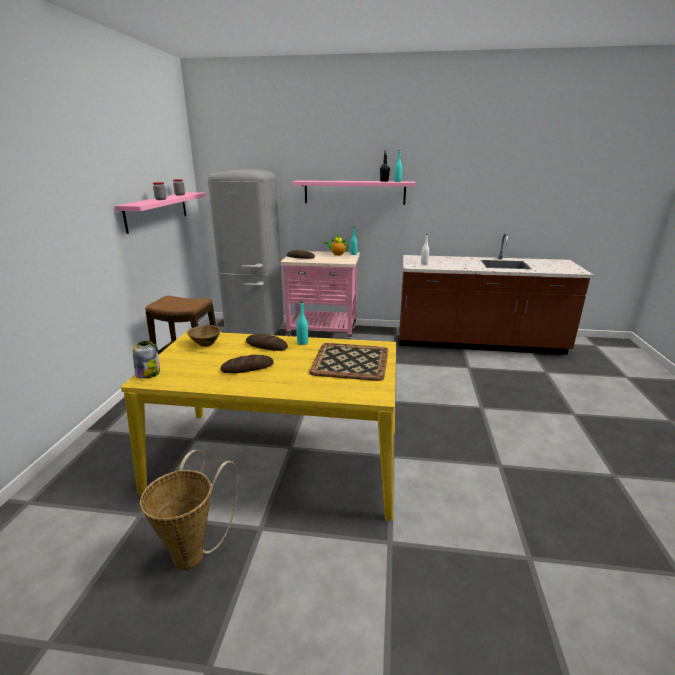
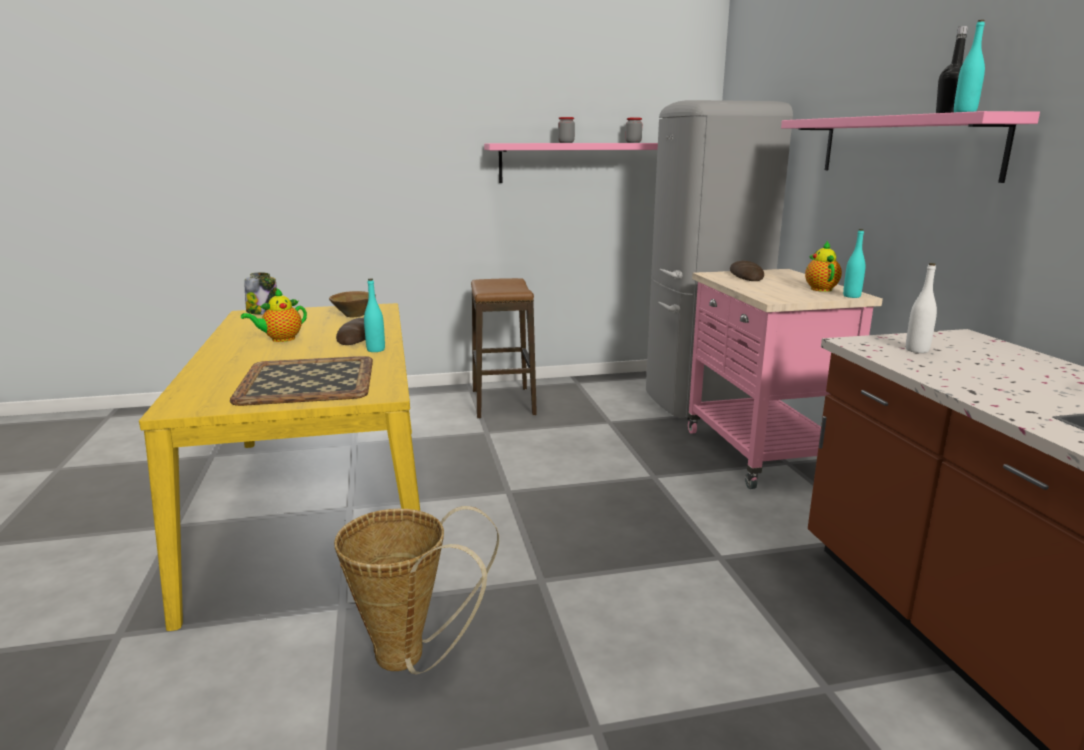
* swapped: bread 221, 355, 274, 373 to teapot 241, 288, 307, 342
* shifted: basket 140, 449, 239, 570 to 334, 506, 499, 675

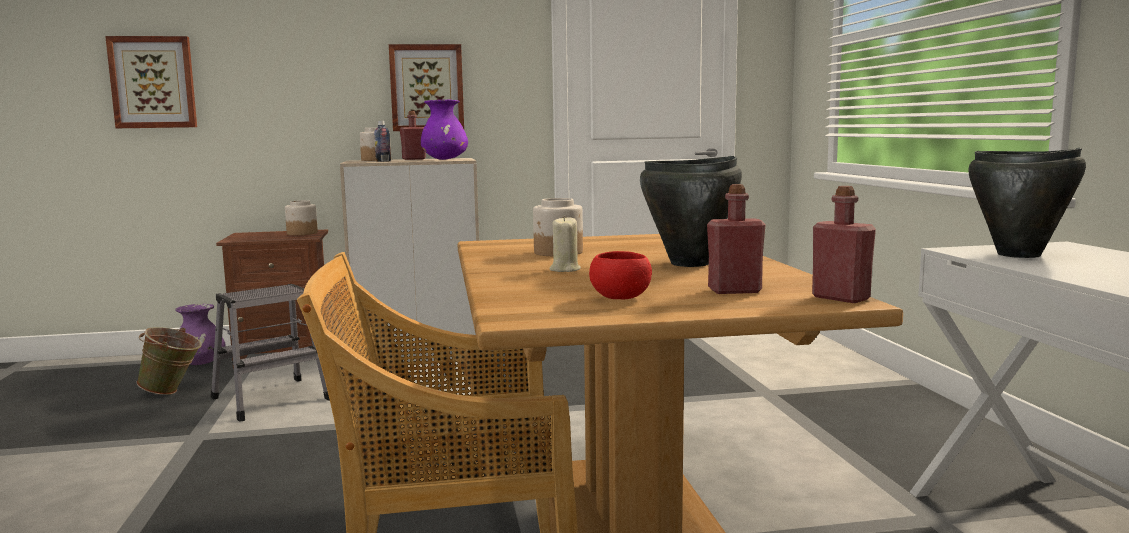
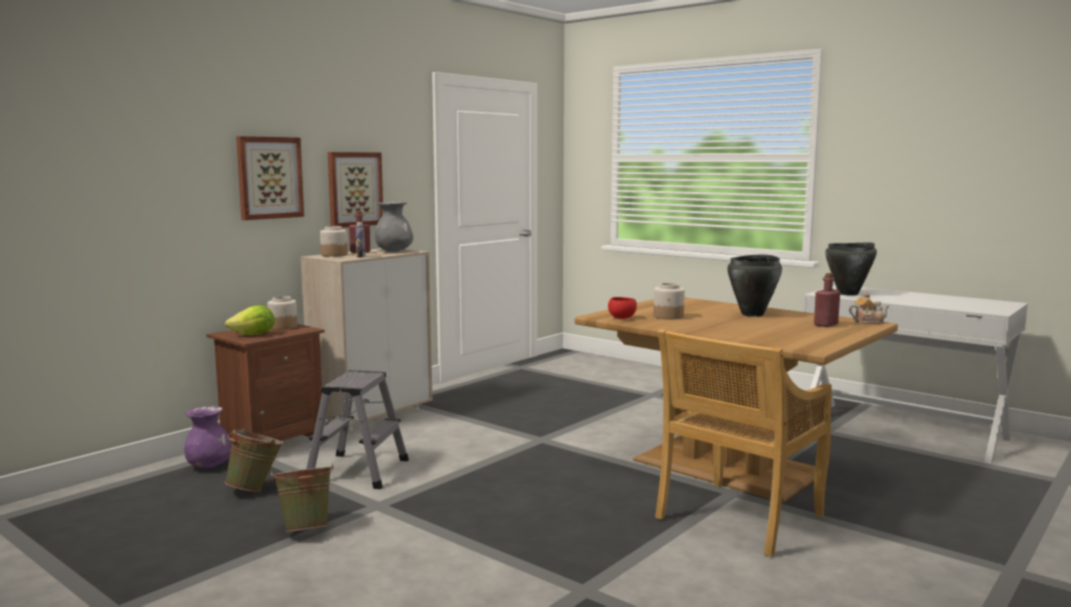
* new: head of lettuce 225, 305, 275, 335
* shifted: wall art 105, 36, 197, 128 to 236, 136, 304, 220
* new: greenish bucket 271, 463, 334, 532
* repainted: purple flower vase 421, 100, 468, 160 to greyish flower vase 375, 202, 413, 252
* shifted: red serving bowl 589, 251, 652, 300 to 608, 297, 637, 319
* swapped: red drink bottle 812, 186, 876, 303 to teapot 849, 292, 890, 324
* gone: beige candle 549, 216, 581, 272

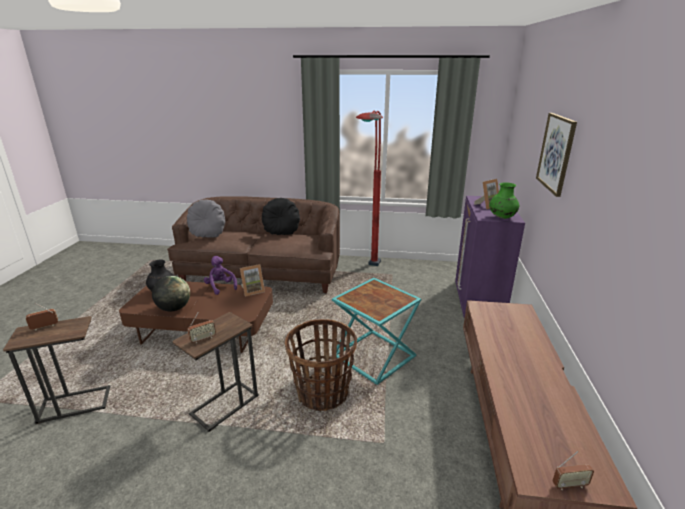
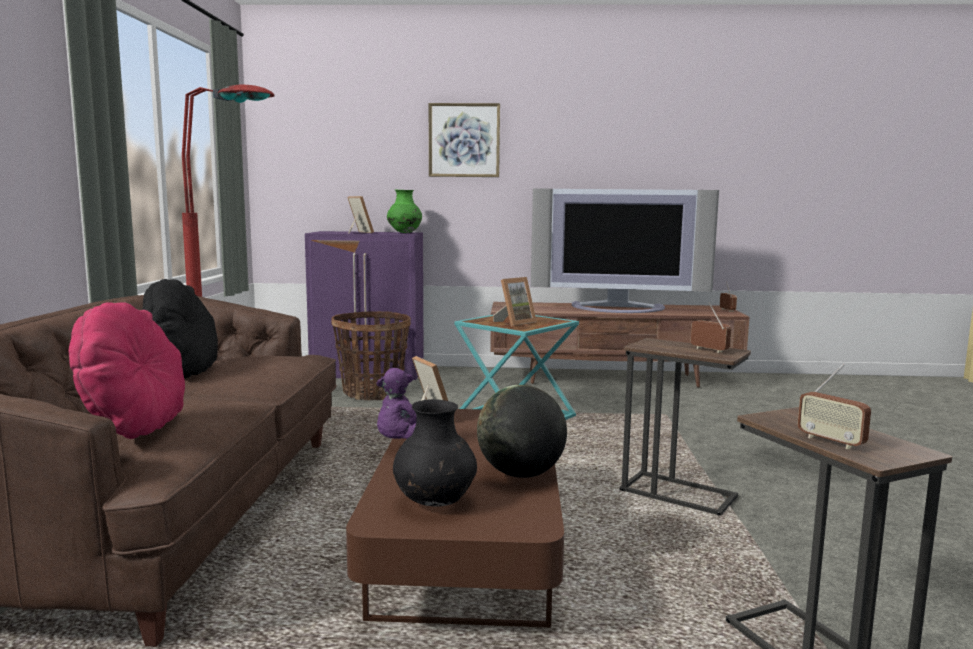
* repainted: greyish pillow 187, 199, 225, 238 to pink-coloured pillow 69, 302, 185, 439
* shifted: basket 285, 319, 357, 411 to 331, 311, 411, 400
* new: photo frame 493, 277, 537, 326
* new: TV set 531, 189, 719, 313

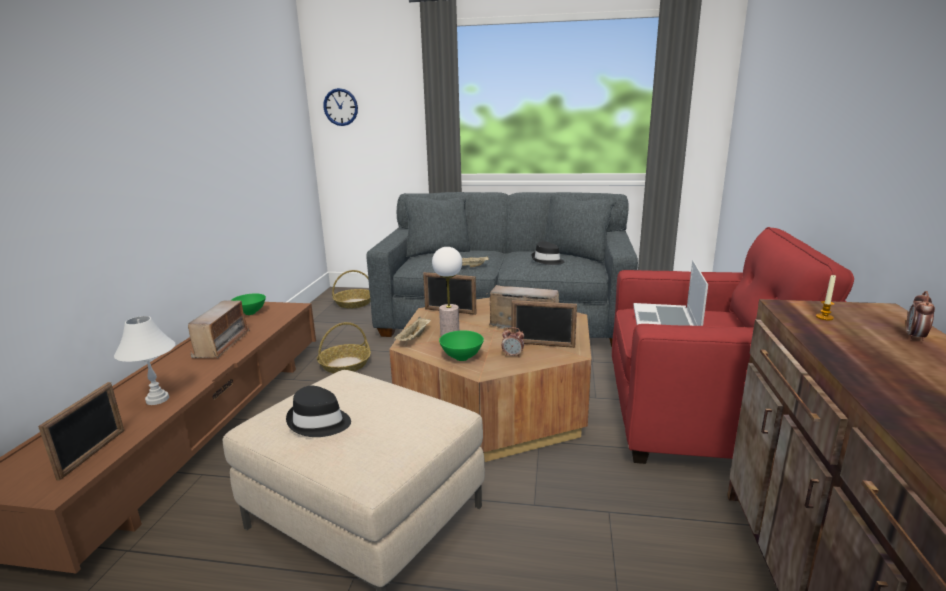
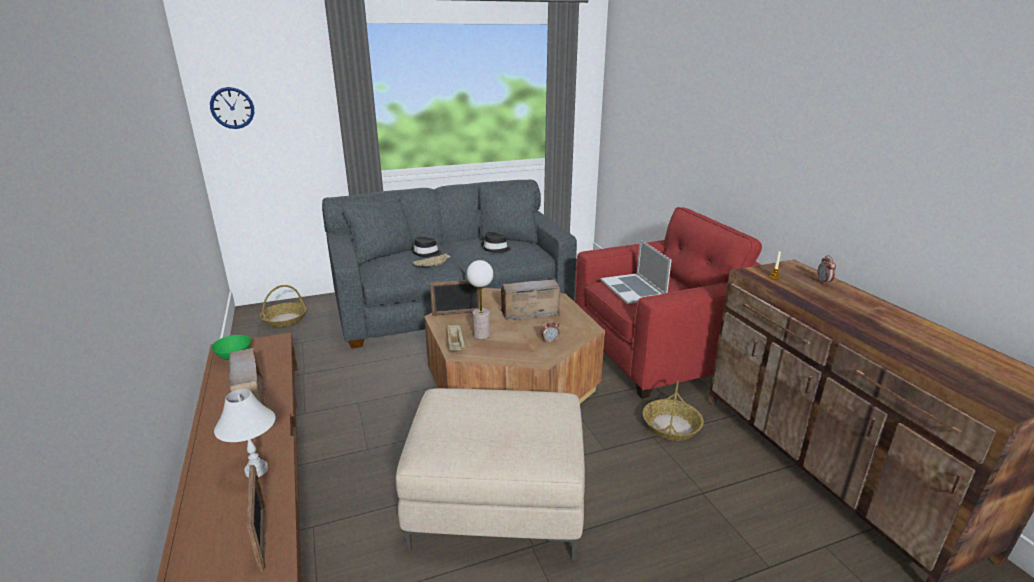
* shifted: blackish hat 286, 386, 351, 437 to 411, 237, 442, 257
* shifted: basket 317, 322, 371, 373 to 643, 380, 704, 441
* gone: greenish serving bowl 439, 331, 484, 361
* gone: photo frame 512, 300, 577, 348

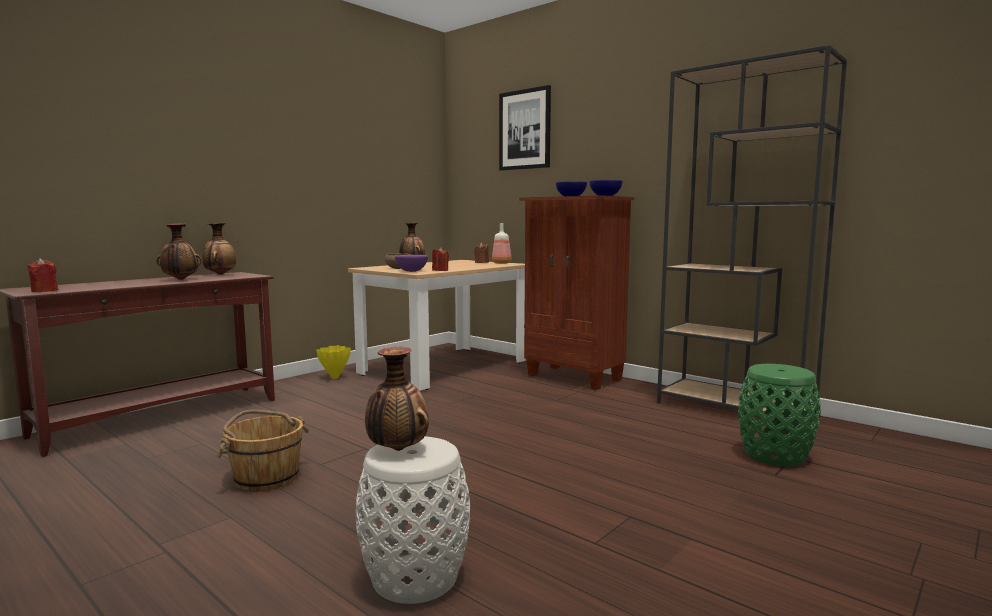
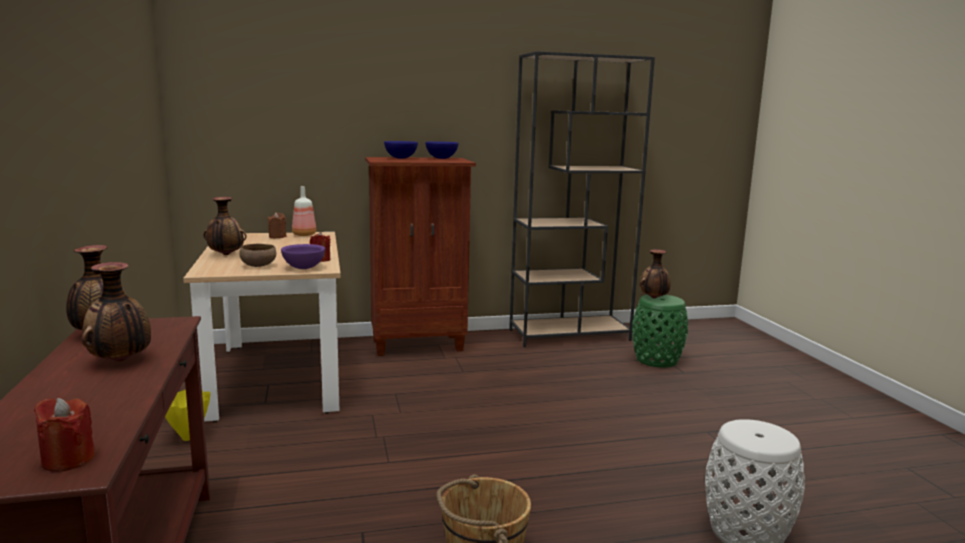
* shifted: flower vase 365, 347, 429, 451 to 640, 249, 671, 299
* gone: wall art 499, 85, 551, 171

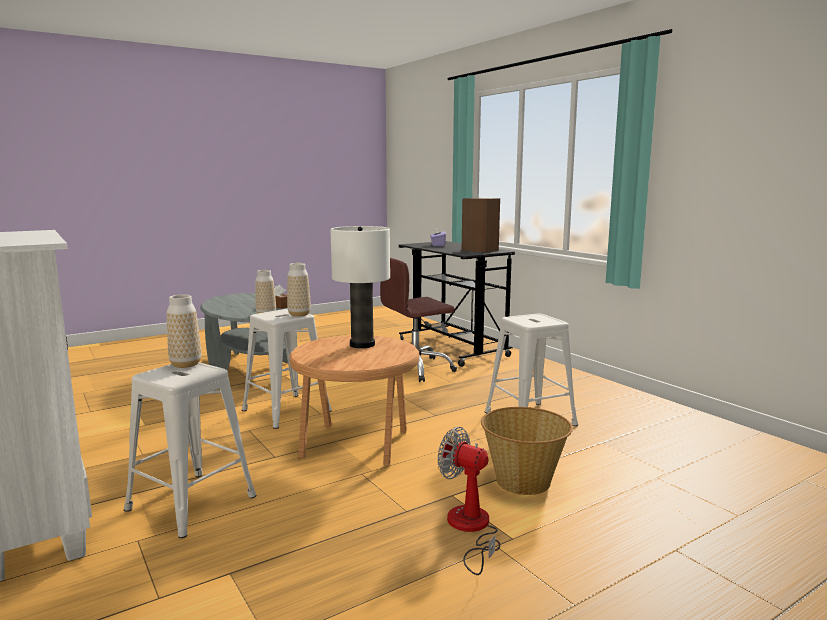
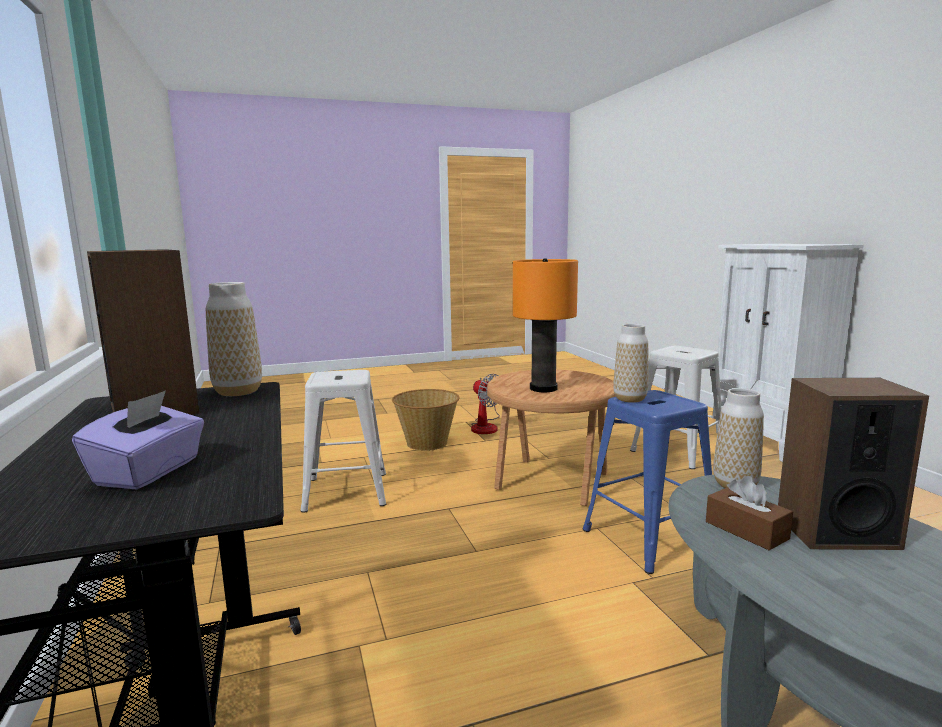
* shifted: flower vase 167, 294, 202, 368 to 206, 282, 262, 396
* repainted: whitish lamp for a table 330, 226, 390, 348 to orange-coloured lamp for a table 513, 258, 578, 392
* repainted: whitish stool 242, 309, 332, 429 to blue stool 583, 390, 712, 574
* new: speaker 778, 378, 929, 550
* gone: brownish desk chair 380, 257, 457, 382

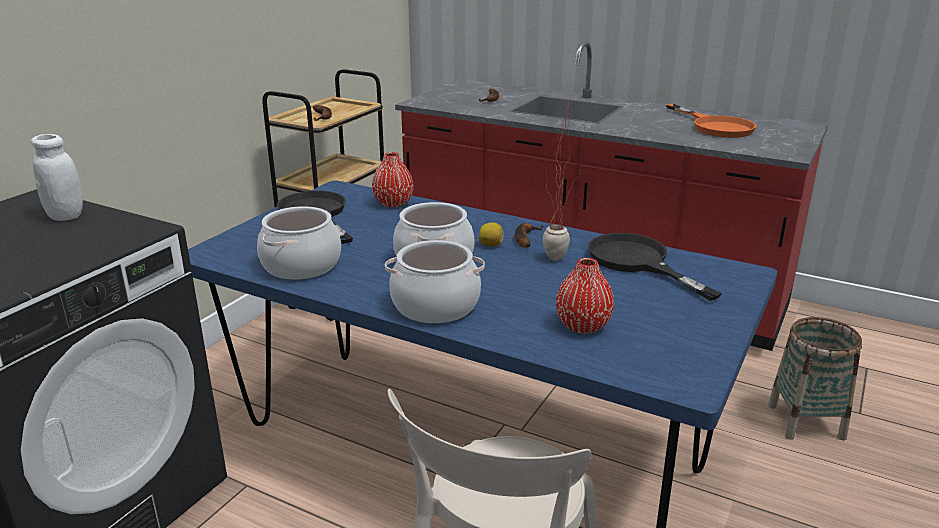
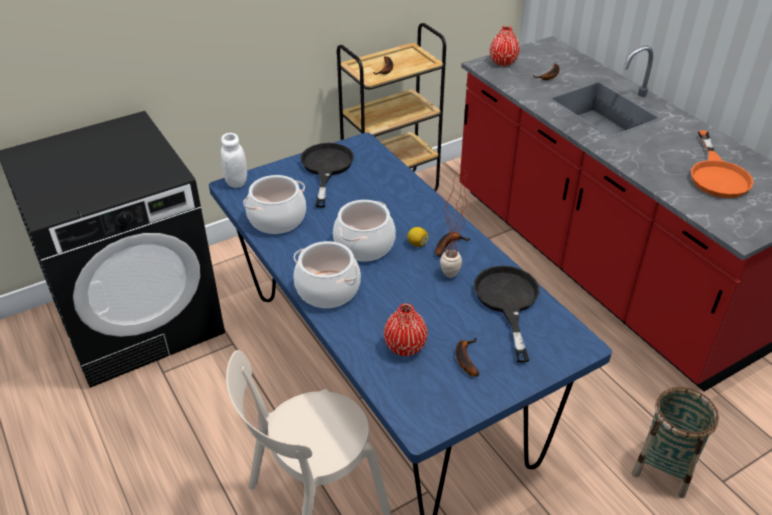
* shifted: whitish storage jar 31, 134, 83, 221 to 221, 133, 247, 188
* new: whole banana 456, 338, 480, 377
* shifted: red flower vase 372, 152, 414, 207 to 490, 26, 520, 66

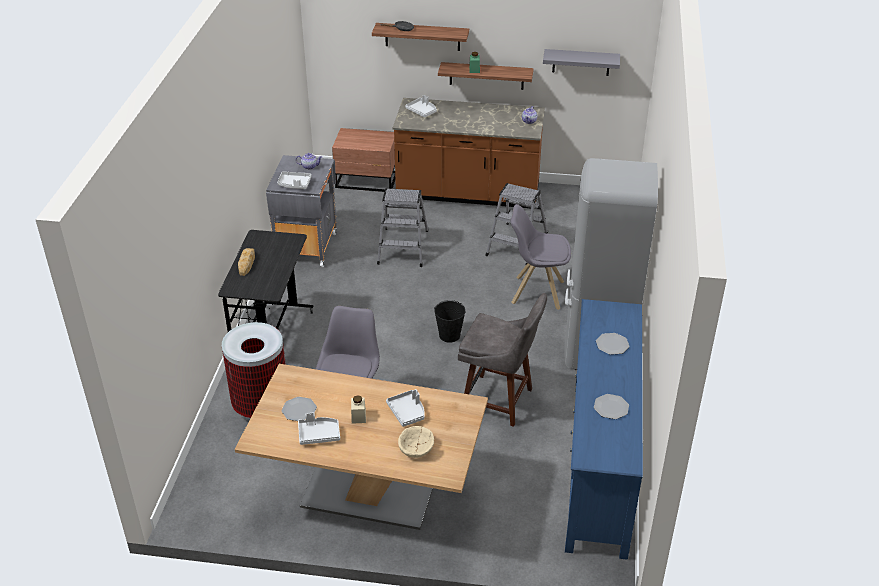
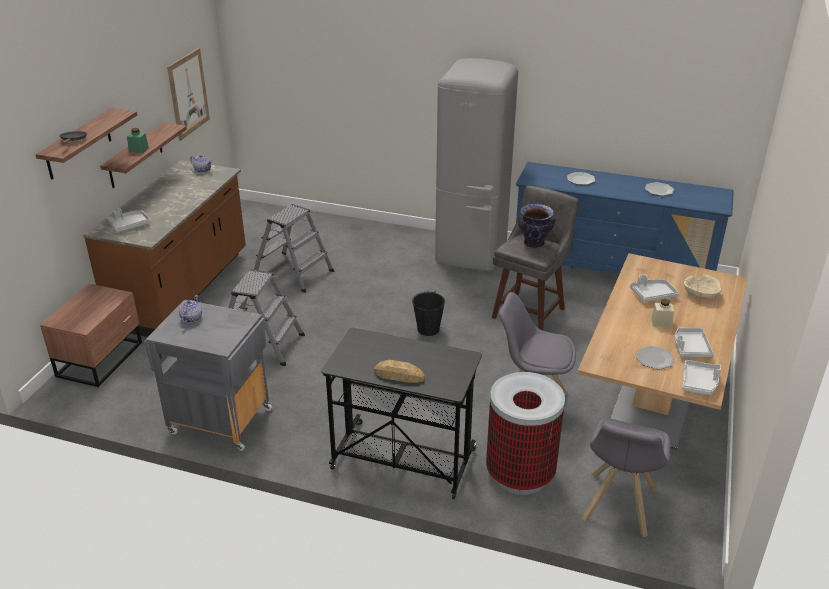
* swapped: greyish bracket shelf 543, 49, 620, 76 to wall art 167, 48, 210, 141
* new: flower vase 517, 204, 556, 248
* shifted: greyish chair 511, 204, 571, 310 to 582, 418, 671, 537
* shifted: greyish tray 277, 171, 312, 189 to 682, 360, 721, 395

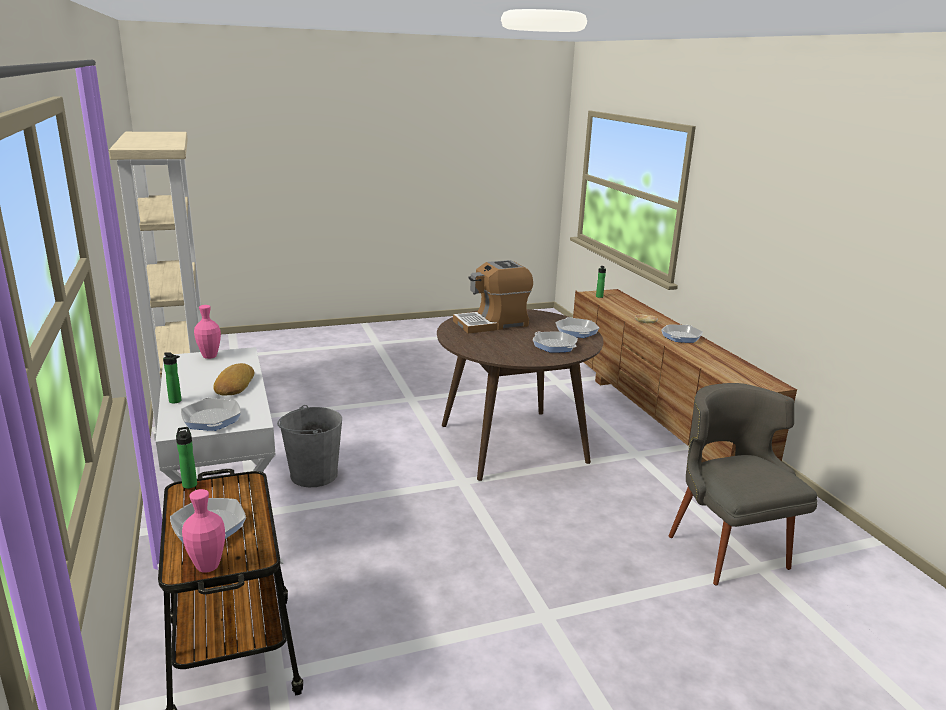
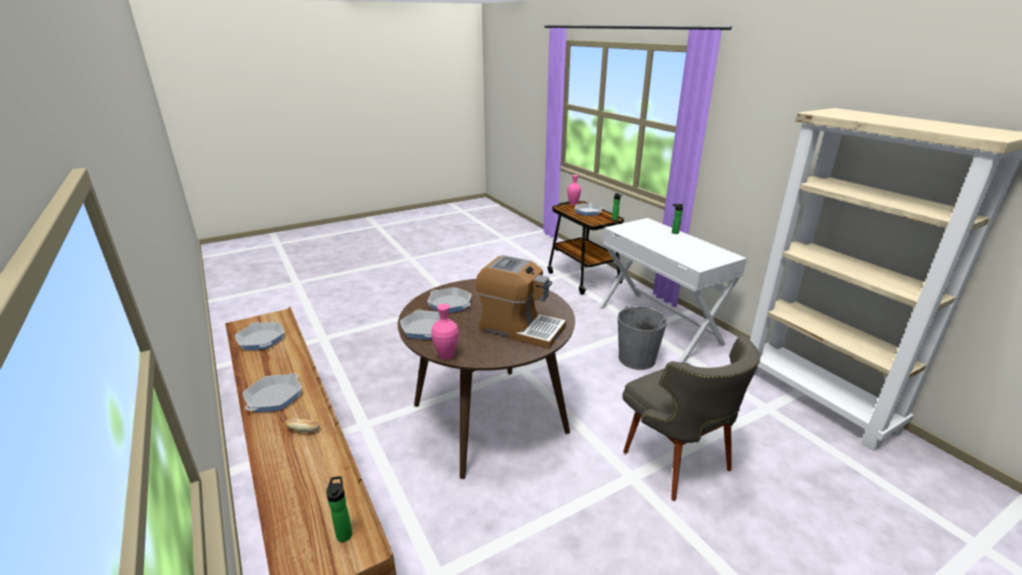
* shifted: pan 181, 397, 241, 431 to 235, 322, 285, 350
* shifted: pink-coloured flower vase 194, 305, 221, 359 to 431, 304, 459, 360
* rotated: coffee maker 453, 260, 533, 334 = 475, 255, 566, 349 60 degrees clockwise
* shifted: greyish chair 669, 383, 817, 586 to 622, 335, 760, 501
* gone: bread 213, 363, 254, 396

